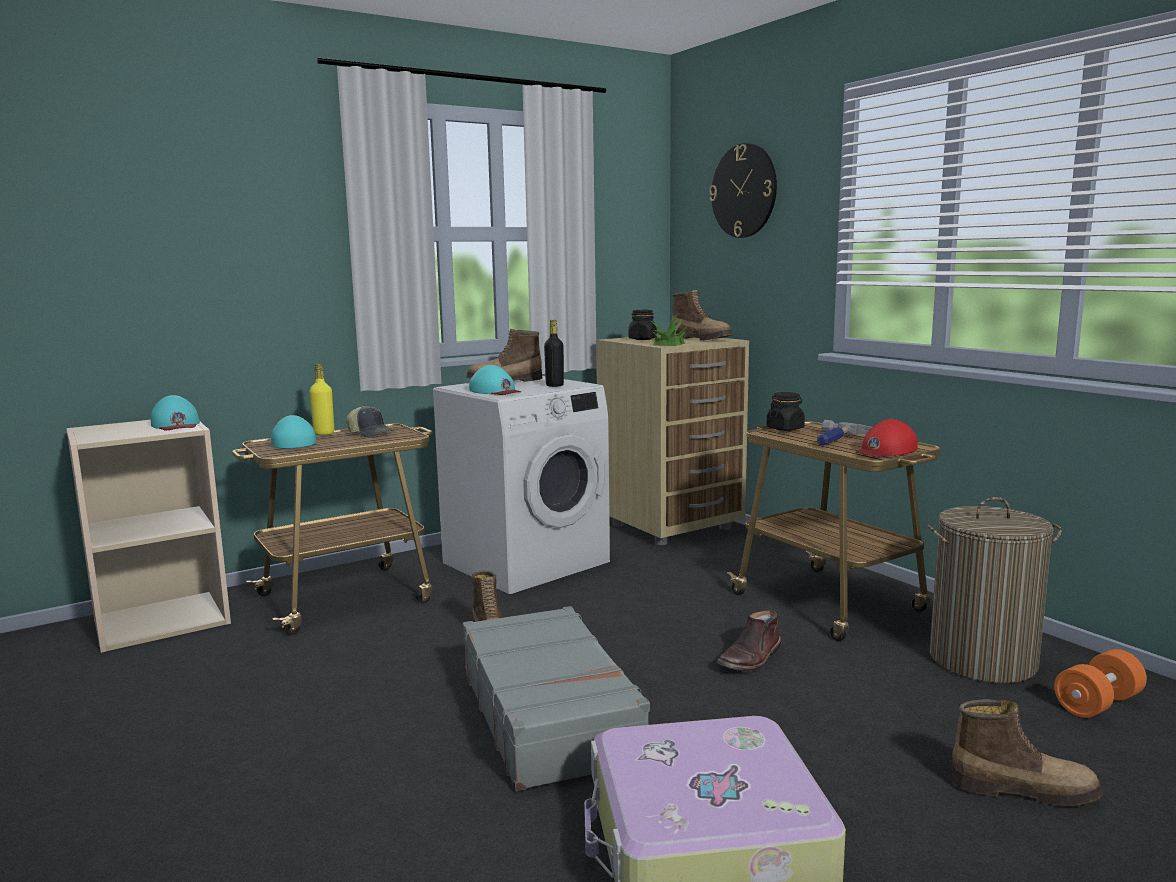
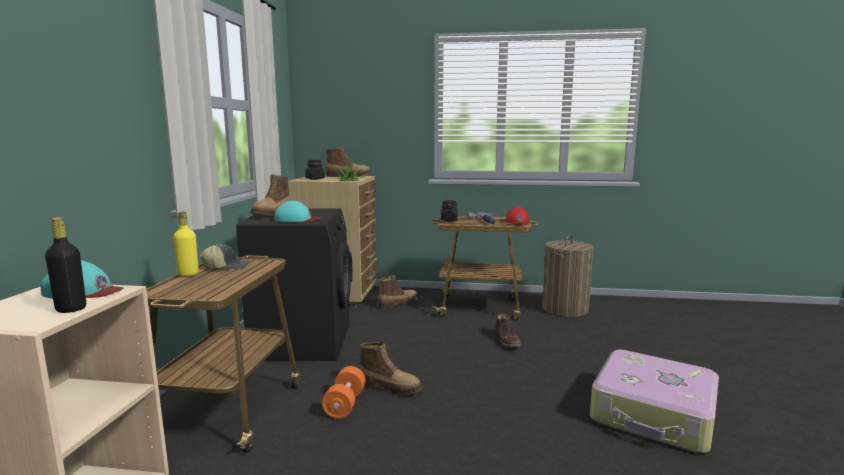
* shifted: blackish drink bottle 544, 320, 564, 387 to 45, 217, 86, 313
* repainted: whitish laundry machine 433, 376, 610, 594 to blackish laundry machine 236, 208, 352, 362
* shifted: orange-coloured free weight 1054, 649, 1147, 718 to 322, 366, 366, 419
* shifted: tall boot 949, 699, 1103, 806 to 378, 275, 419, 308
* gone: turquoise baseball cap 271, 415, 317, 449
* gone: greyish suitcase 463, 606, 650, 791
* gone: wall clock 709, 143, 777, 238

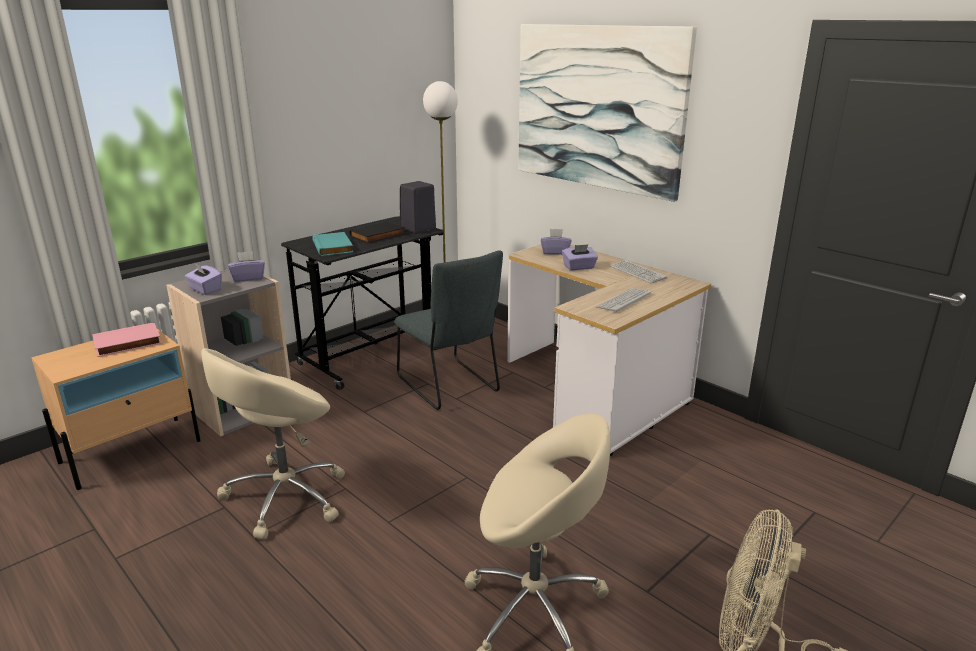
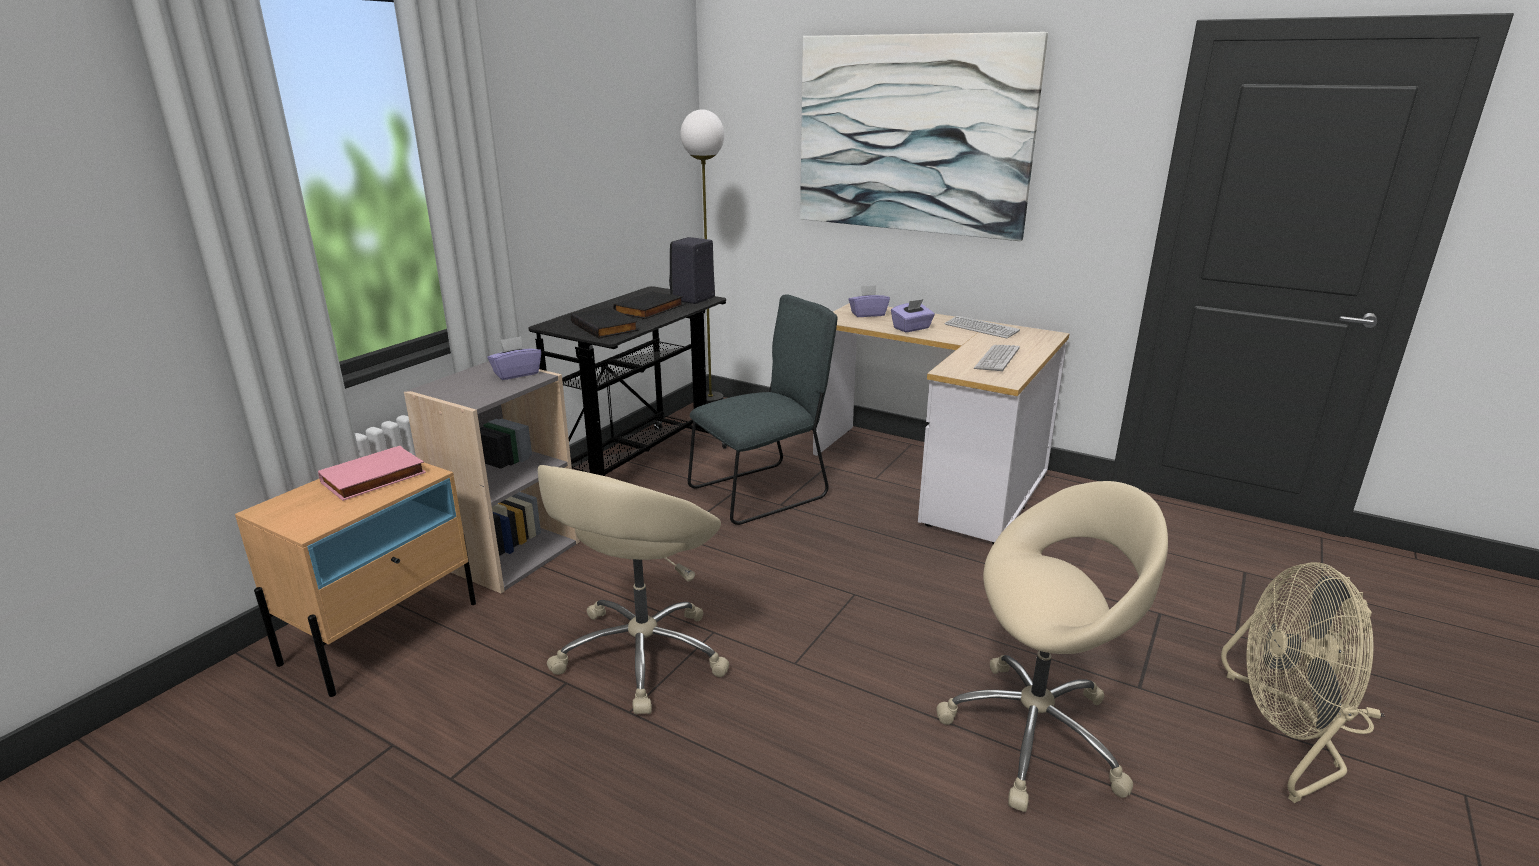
* repainted: turquoise bound book 312, 232, 353, 256 to blackish bound book 571, 307, 638, 339
* rotated: greyish chair 394, 251, 503, 410 = 688, 294, 837, 525 75 degrees counterclockwise
* gone: purple tissue holder 185, 264, 222, 295

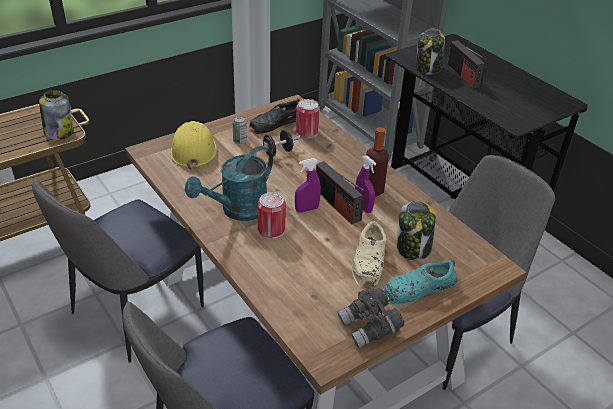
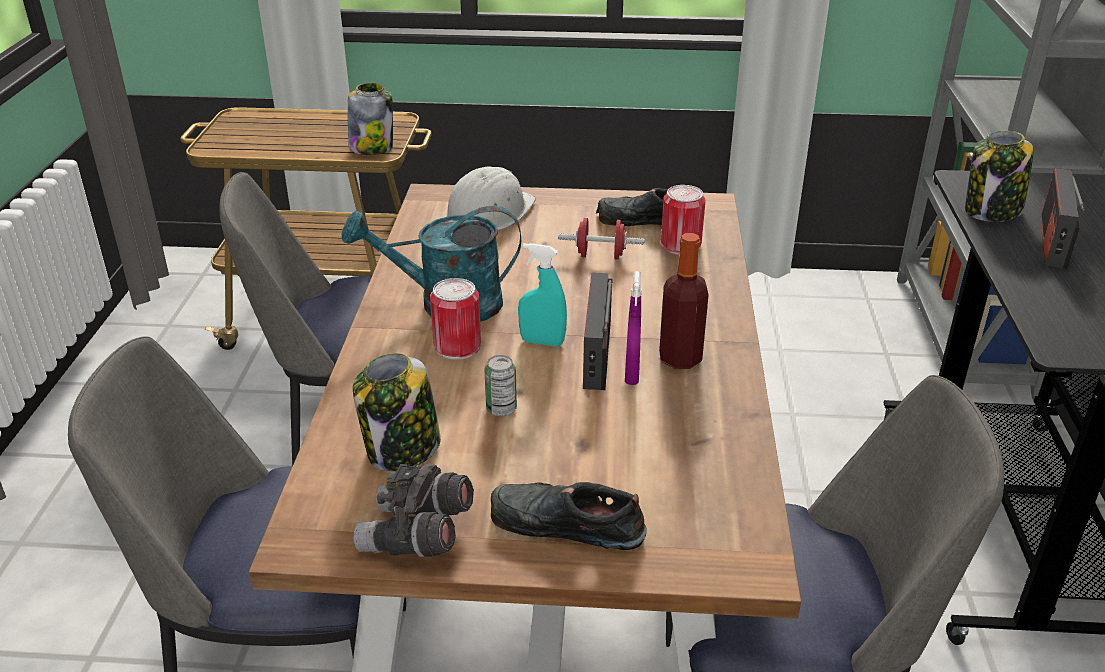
* shifted: storage jar 397, 201, 436, 261 to 353, 353, 441, 471
* repainted: yellowish hard hat 170, 121, 217, 170 to whitish hard hat 445, 167, 536, 231
* shifted: metal can 233, 116, 247, 144 to 484, 355, 517, 417
* repainted: turquoise shoe 384, 259, 457, 305 to blackish shoe 491, 482, 647, 550
* repainted: purple sprayer 295, 158, 321, 213 to turquoise sprayer 518, 243, 567, 346
* repainted: blackish free weight 258, 130, 300, 157 to red free weight 558, 218, 645, 260
* gone: beige shoe 352, 219, 387, 287

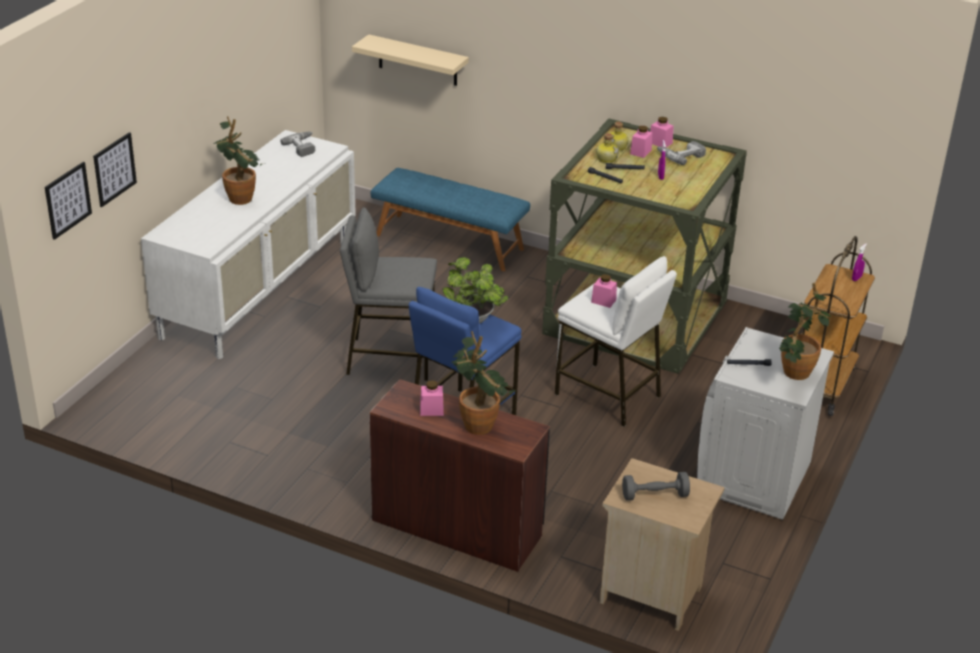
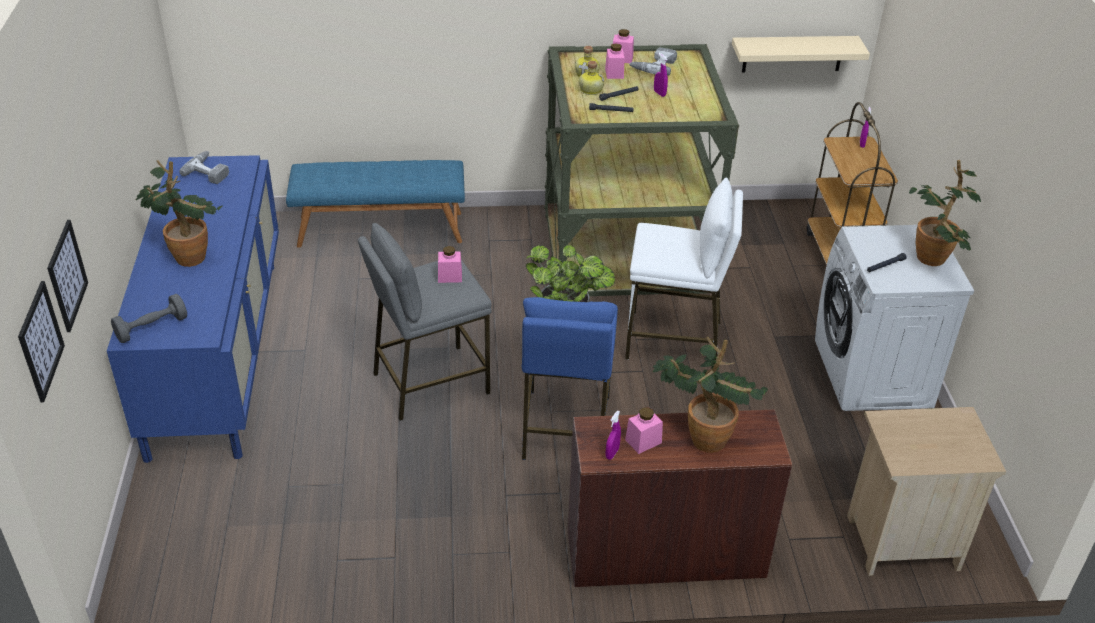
* repainted: whitish storage cabinet 141, 130, 356, 359 to blue storage cabinet 107, 155, 279, 463
* shifted: greyish free weight 622, 472, 690, 501 to 111, 294, 187, 343
* shifted: pink-coloured storage jar 591, 274, 617, 308 to 438, 246, 462, 283
* new: purple sprayer 605, 410, 621, 460
* shifted: beige bracket shelf 352, 34, 469, 86 to 732, 36, 870, 72

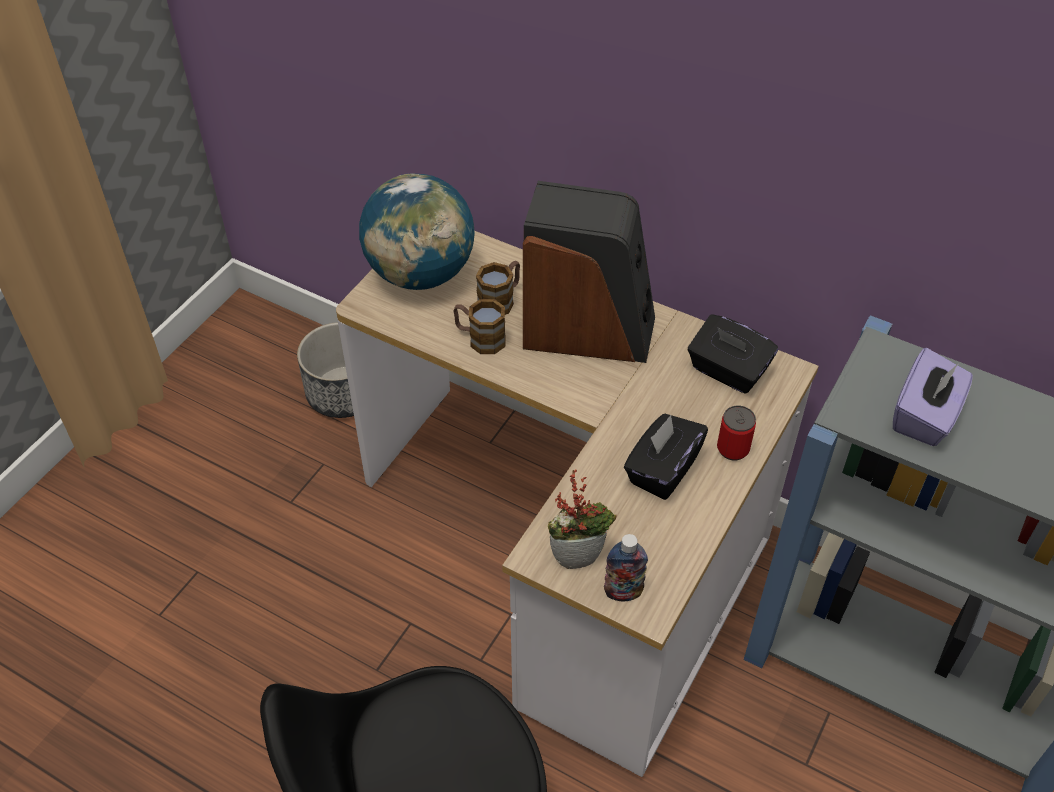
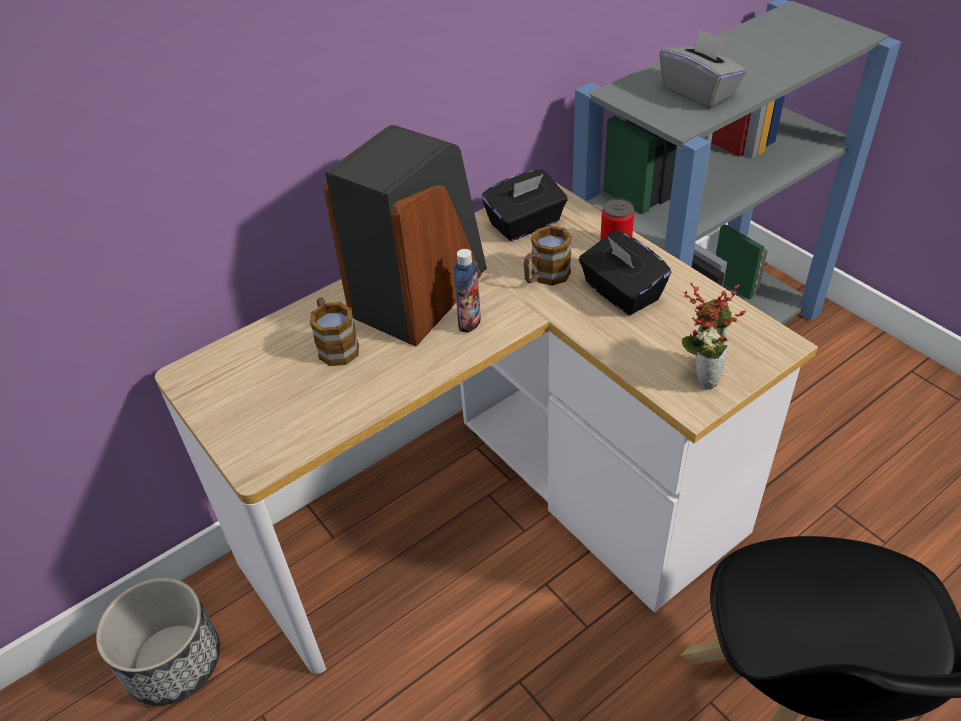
* shifted: drink bottle 604, 534, 648, 601 to 453, 249, 481, 333
* shifted: tea mug 454, 299, 506, 354 to 524, 225, 572, 286
* repainted: purple tissue holder 893, 348, 973, 446 to greyish tissue holder 659, 29, 747, 109
* gone: world globe 359, 173, 475, 290

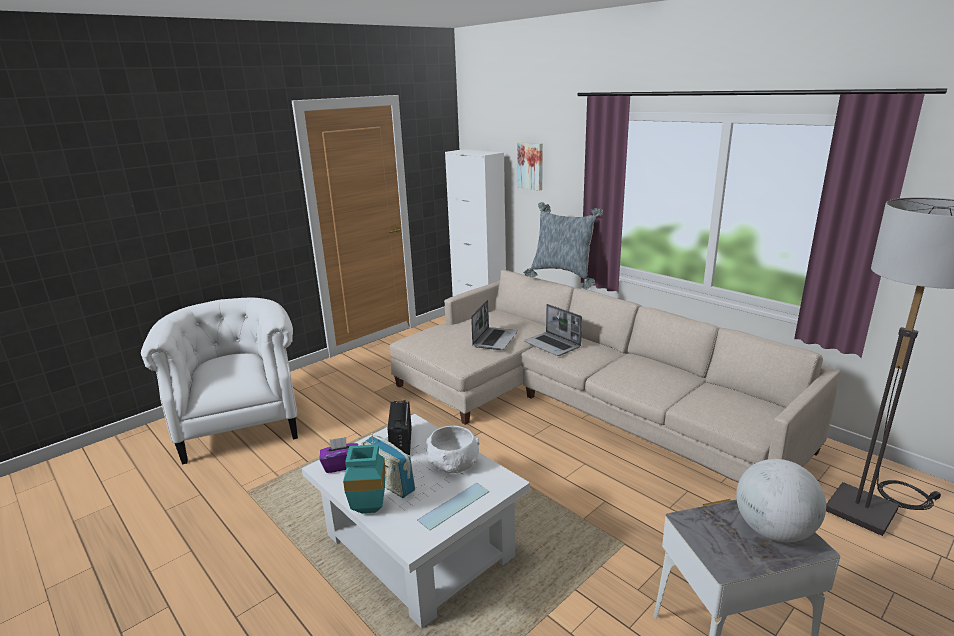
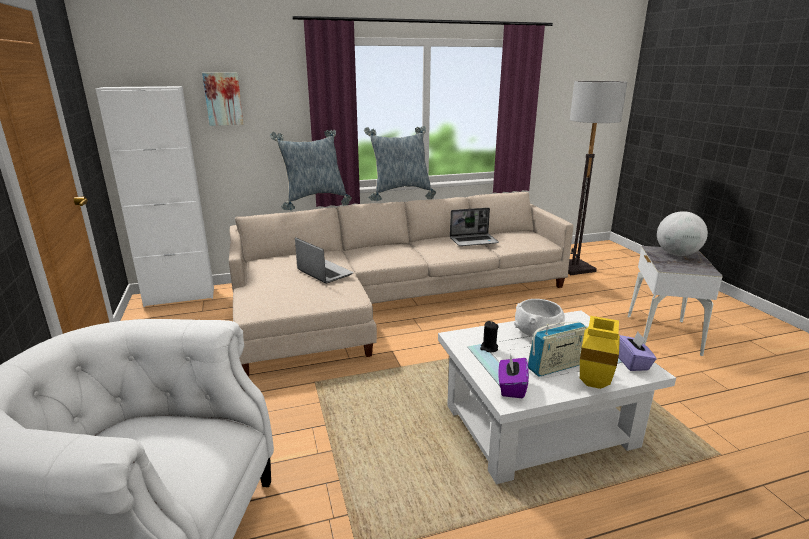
* new: pillow 364, 126, 437, 201
* shifted: laptop 524, 304, 582, 356 to 450, 208, 499, 246
* swapped: radio 388, 400, 412, 455 to blackish candle 480, 321, 499, 352
* repainted: turquoise flower vase 343, 444, 386, 513 to yellowish flower vase 580, 316, 620, 389
* new: purple tissue holder 618, 332, 657, 371

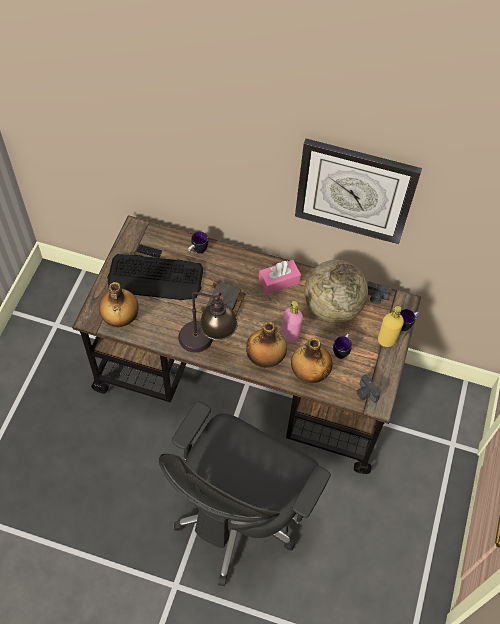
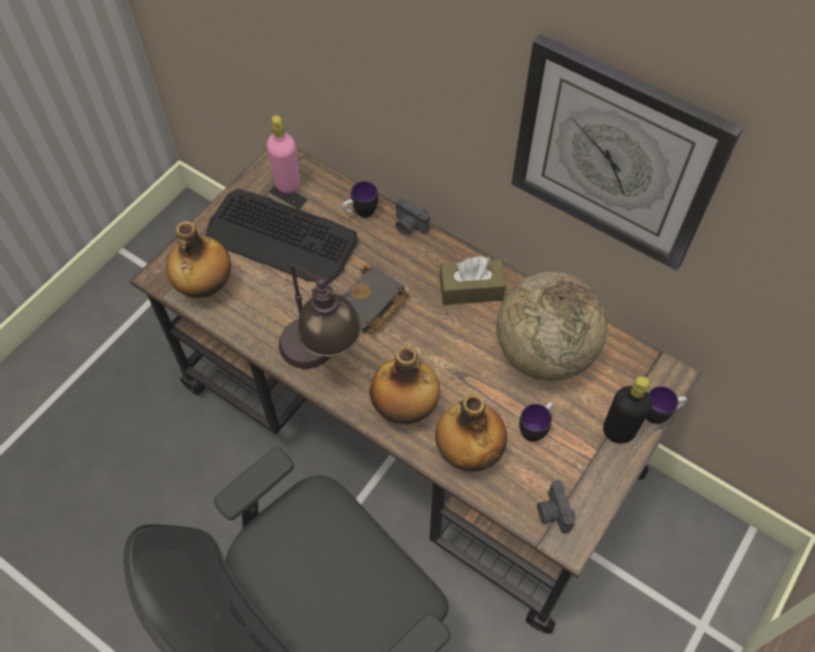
* shifted: pink-coloured drink bottle 282, 301, 303, 343 to 267, 115, 300, 194
* shifted: photo camera 367, 281, 392, 304 to 395, 197, 430, 236
* repainted: pink-coloured tissue holder 259, 260, 301, 294 to brownish tissue holder 439, 256, 506, 305
* repainted: yellowish drink bottle 378, 306, 404, 347 to blackish drink bottle 603, 376, 652, 444

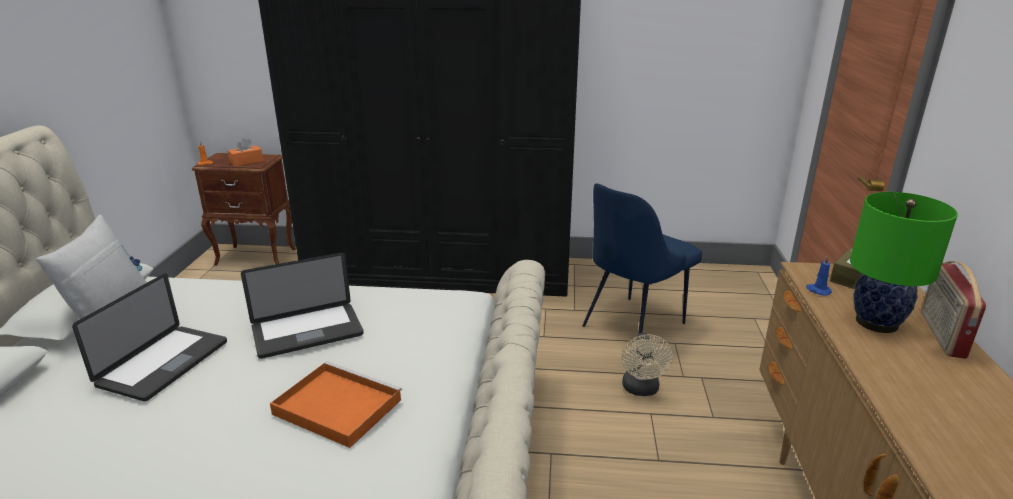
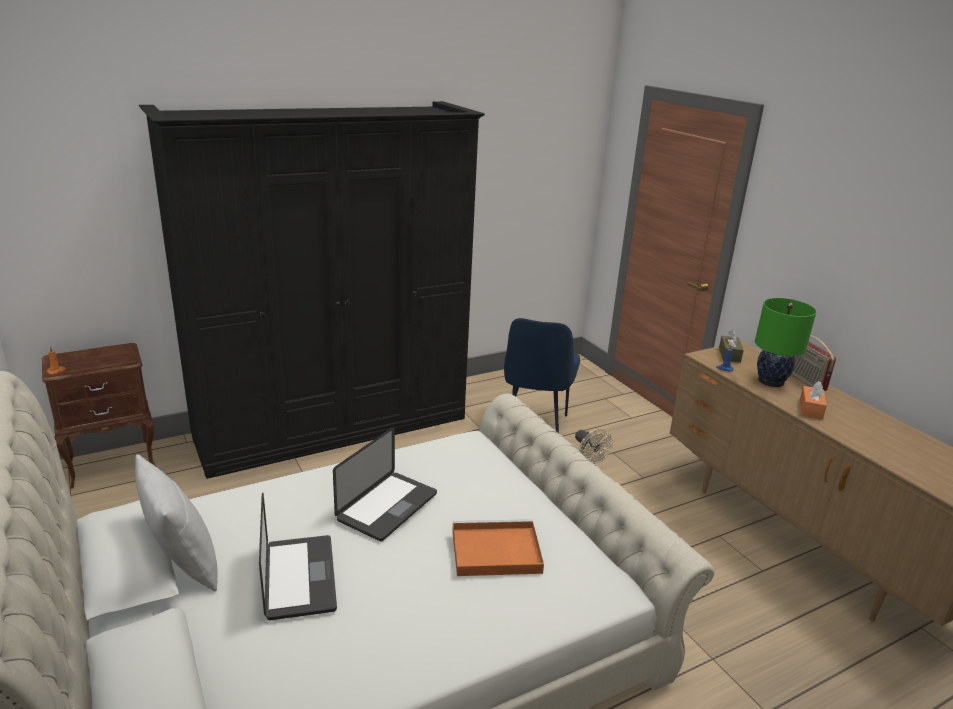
* shifted: orange-coloured tissue holder 228, 138, 263, 166 to 800, 381, 827, 420

